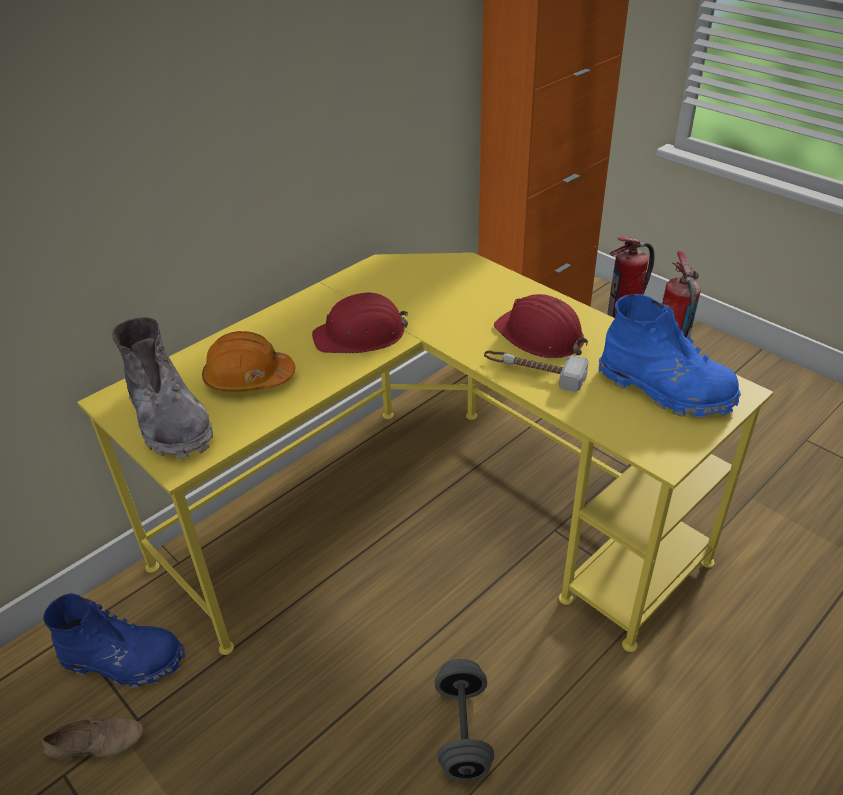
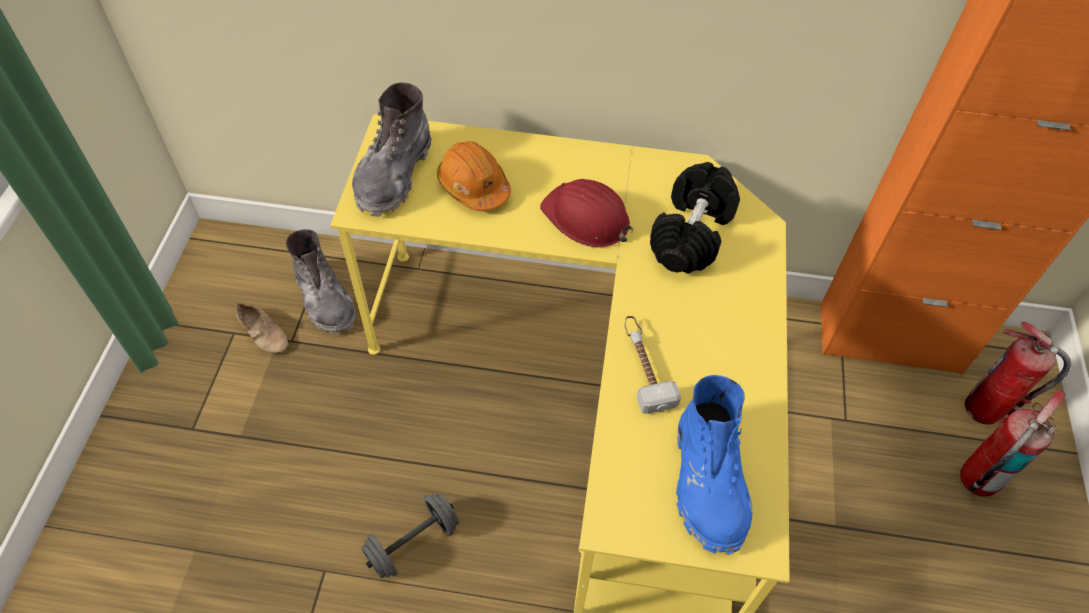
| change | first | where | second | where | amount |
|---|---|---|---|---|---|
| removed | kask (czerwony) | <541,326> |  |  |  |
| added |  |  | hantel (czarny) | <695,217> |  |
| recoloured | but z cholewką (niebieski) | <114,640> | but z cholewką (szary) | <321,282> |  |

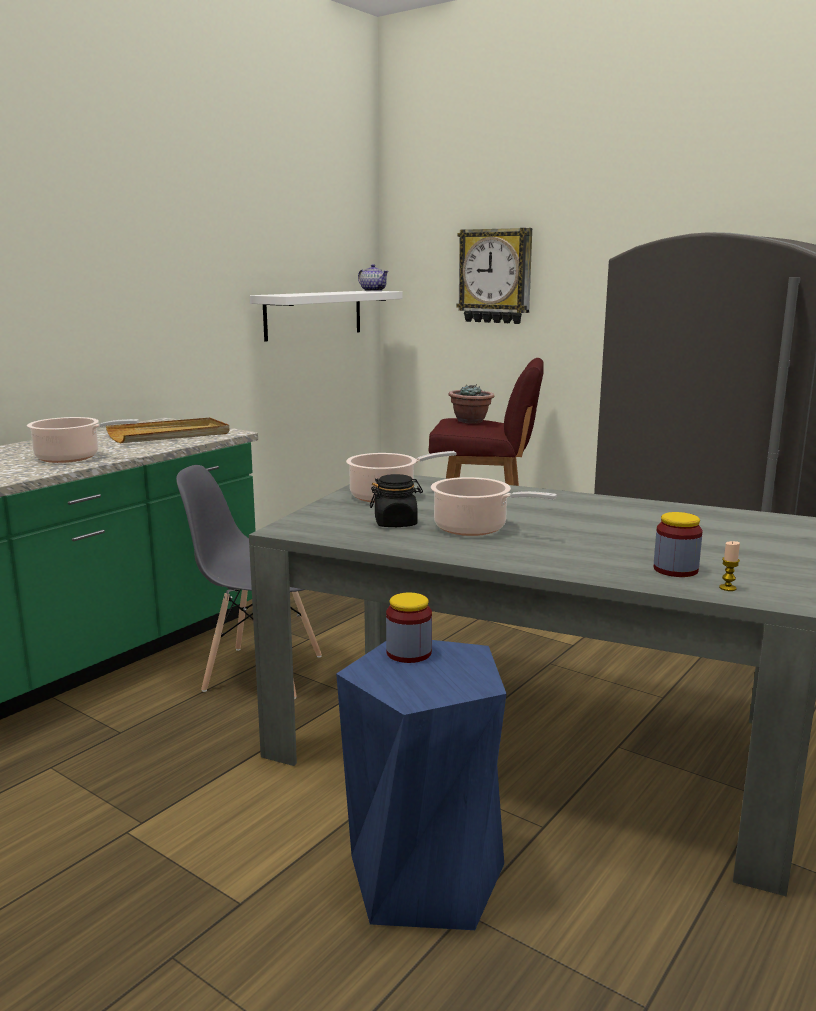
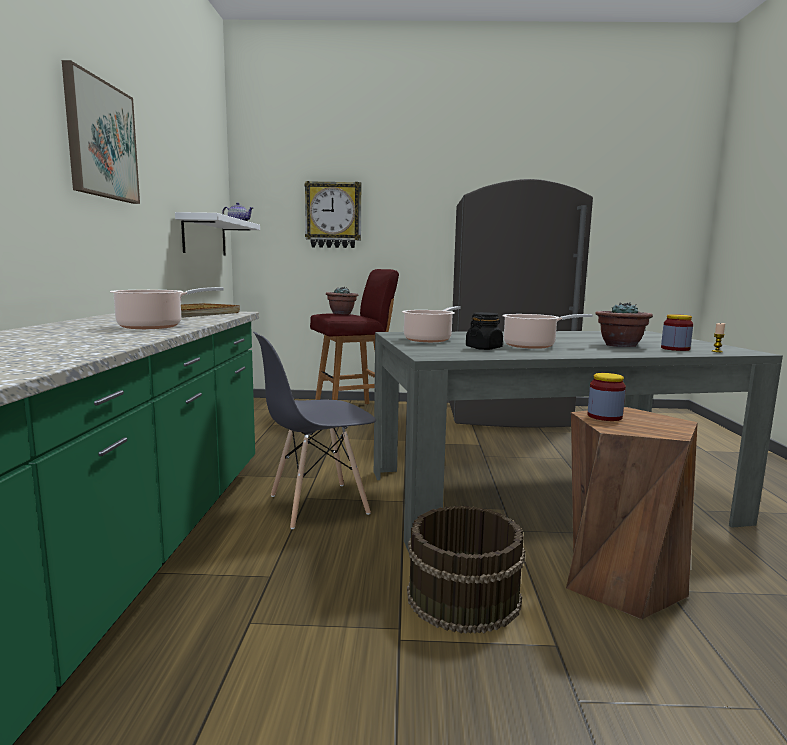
| change | first | where | second | where | amount |
|---|---|---|---|---|---|
| added |  |  | obraz | <101,132> |  |
| added |  |  | wiadro (brązowy) | <466,570> |  |
| added |  |  | roślina doniczkowa | <624,324> |  |
| recoloured | stołek (niebieski) | <421,785> | stołek (brązowy) | <632,513> |  |

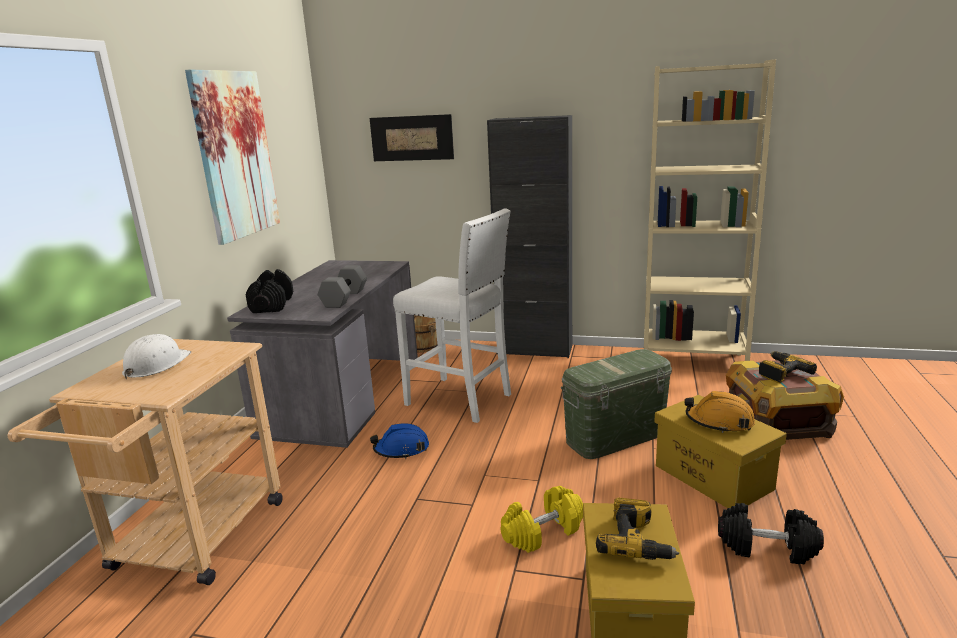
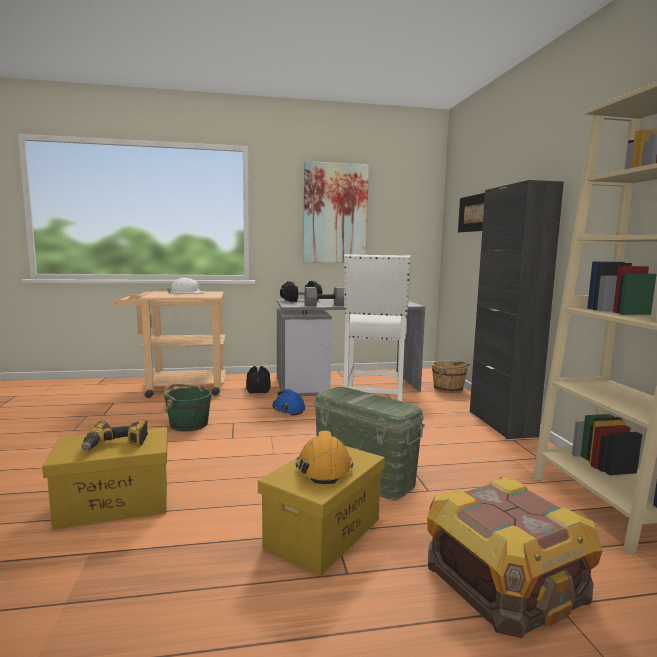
| change | first | where | second | where | amount |
|---|---|---|---|---|---|
| removed | hantel (żółty) | <541,519> |  |  |  |
| removed | wiertarka | <788,367> |  |  |  |
| added |  |  | wiadro (zielony) | <187,407> |  |
| moved | hantel (czarny) | <771,533> |  | <258,379> |  |

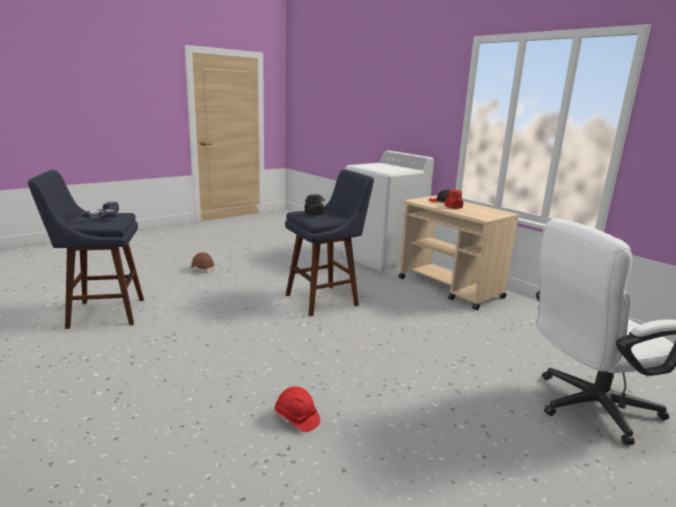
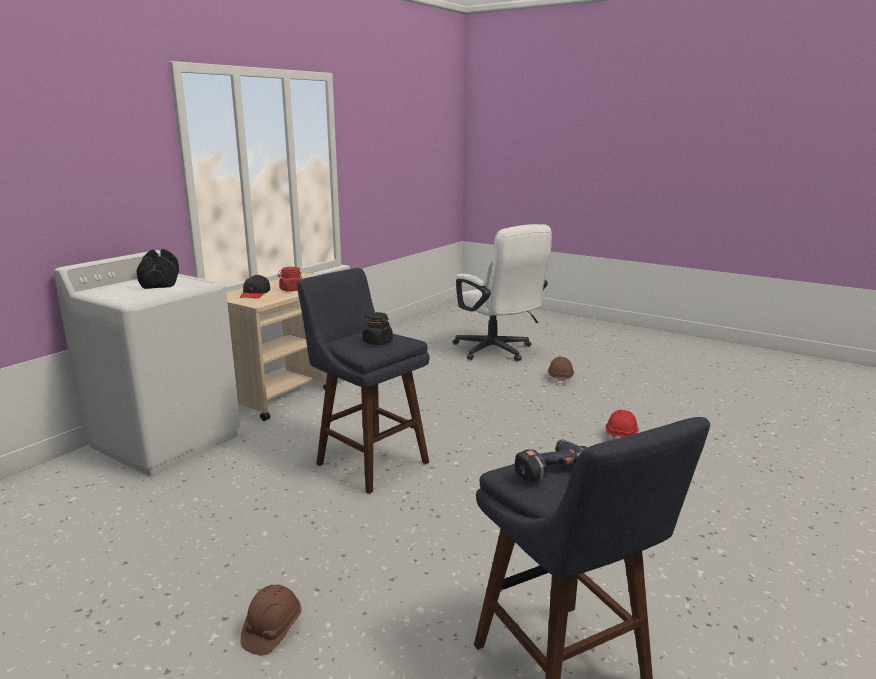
| change | first | where | second | where | amount |
|---|---|---|---|---|---|
| added |  |  | hantel (czarny) | <158,269> |  |
| added |  |  | kask (brązowy) | <561,371> |  |

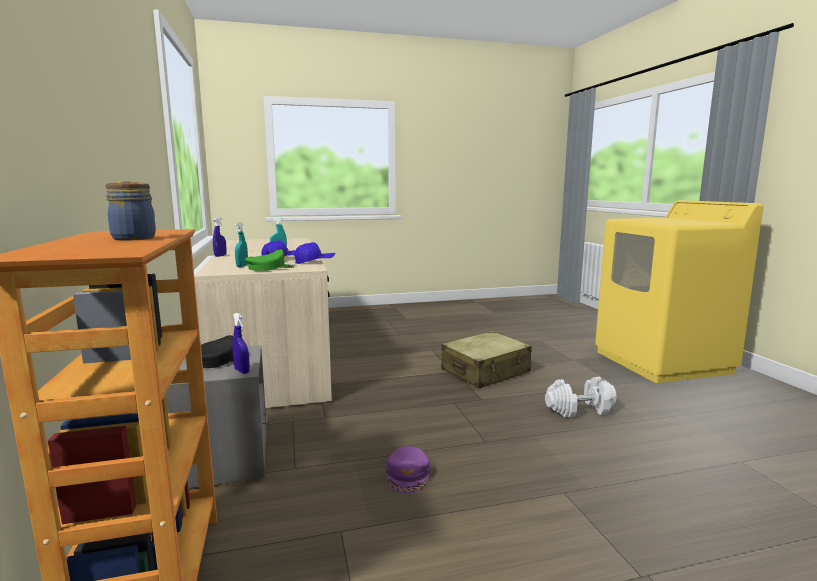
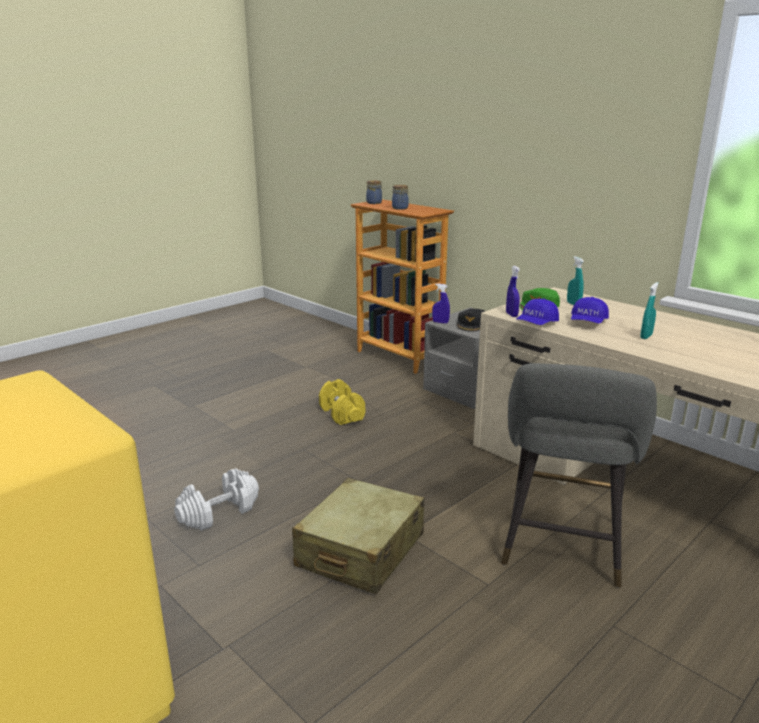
| change | first | where | second | where | amount |
|---|---|---|---|---|---|
| added |  |  | słoik | <374,192> |  |
| added |  |  | stołek (szary) | <579,475> |  |
| moved | spryskiwacz (niebieski) | <220,237> |  | <513,291> |  |
| replaced | czapka z daszkiem (fioletowy) | <408,470> | hantel (żółty) | <342,402> |  |

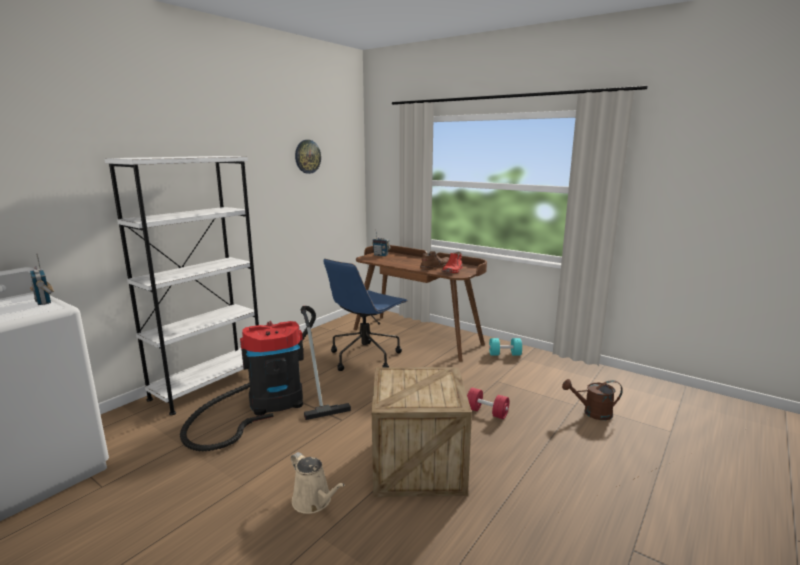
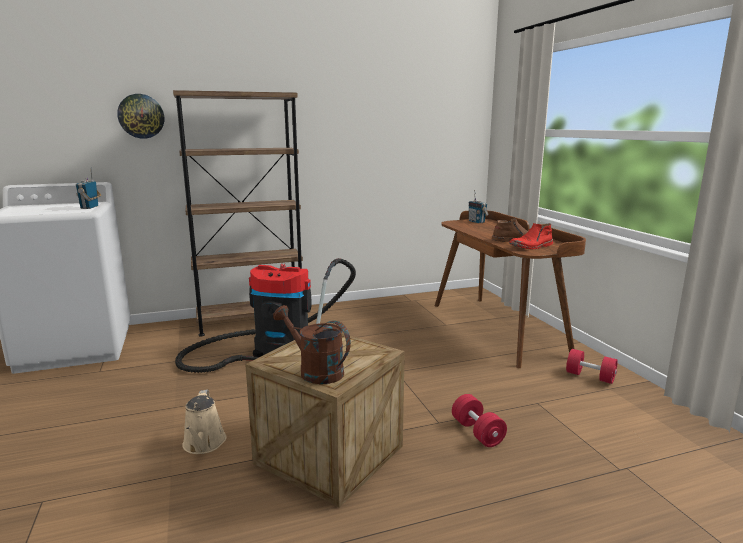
| change | first | where | second | where | amount |
|---|---|---|---|---|---|
| removed | krzesło biurowe (niebieski) | <365,314> |  |  |  |
| moved | zegar ścienny | <308,157> |  | <140,116> |  |
| moved | konewka (brązowy) | <592,399> |  | <312,344> |  |
| recoloured | regał (biały) | <181,285> | regał (brązowy) | <238,213> |  |
| recoloured | hantel (turkusowy) | <505,347> | hantel (czerwony) | <592,366> |  |

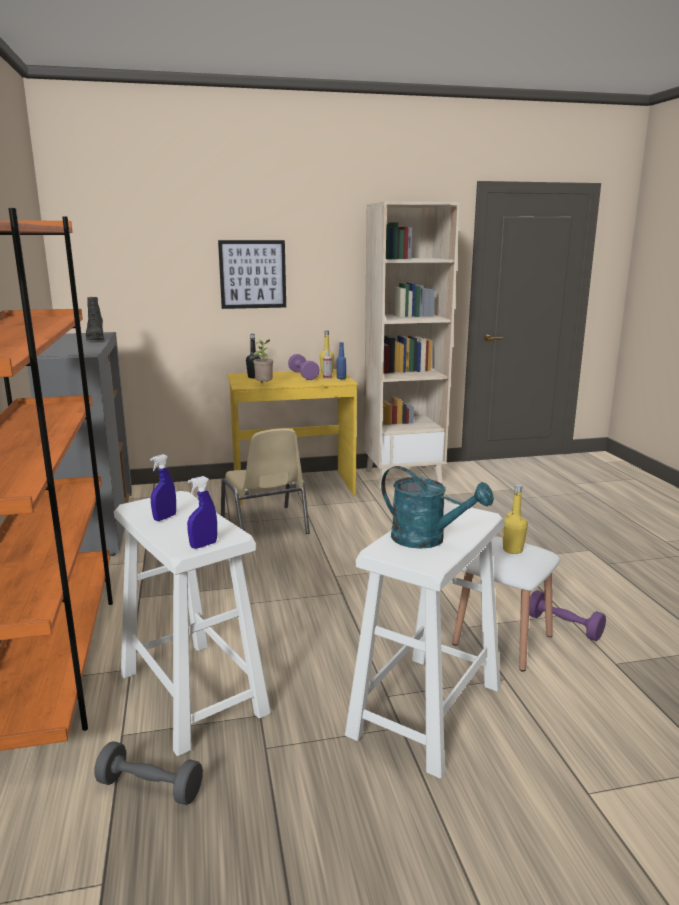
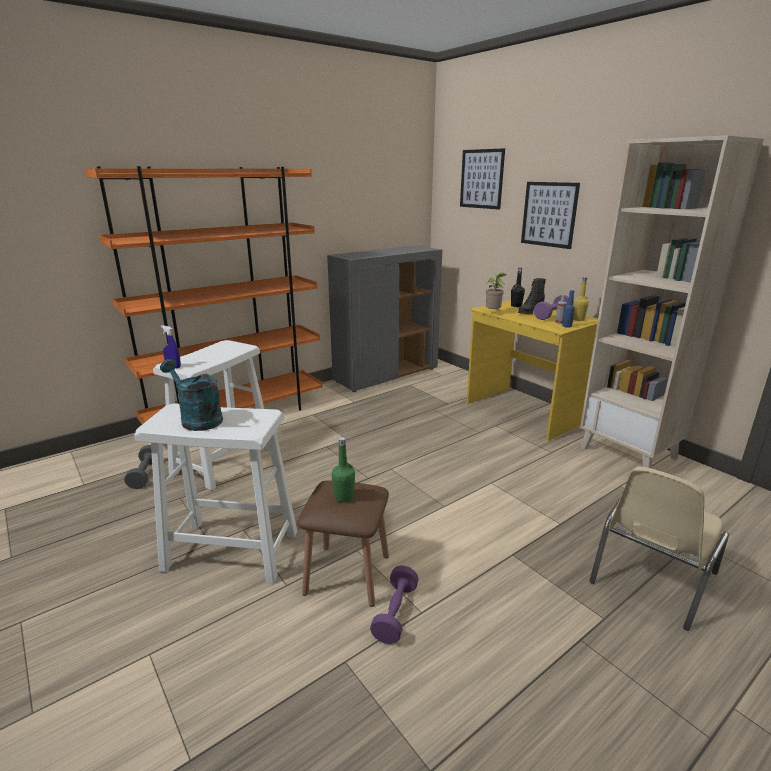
| change | first | where | second | where | amount |
|---|---|---|---|---|---|
| removed | spryskiwacz (niebieski) | <163,487> |  |  |  |
| added |  |  | obraz | <482,179> |  |
| moved | but z cholewką (czarny) | <95,318> |  | <532,296> |  |
| moved | krzesło (beżowy) | <265,481> |  | <659,549> |  |
| recoloured | stołek (biały) | <506,604> | stołek (brązowy) | <343,543> |  |
| recoloured | butelka (żółty) | <515,519> | butelka (zielony) | <343,470> |  |
| turned | konewka (turkusowy) | <437,507> |  | <191,395> | 120 degrees clockwise |

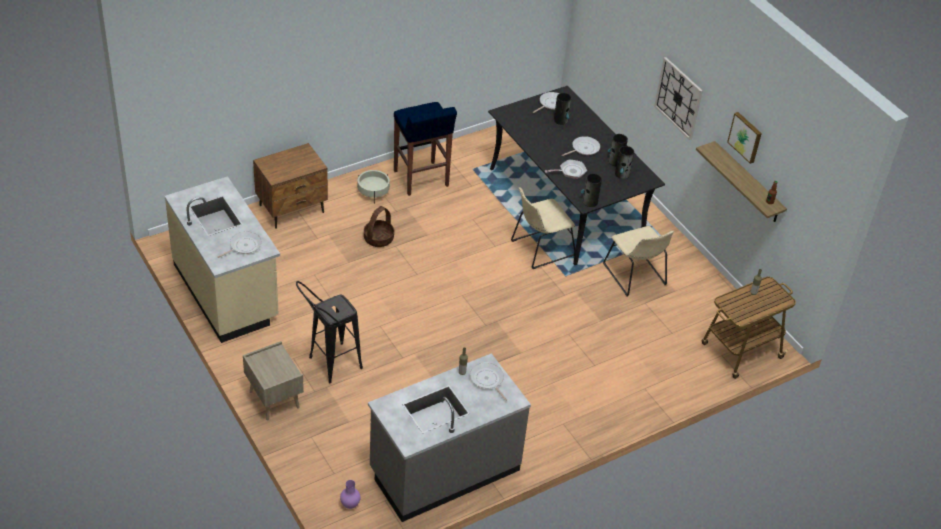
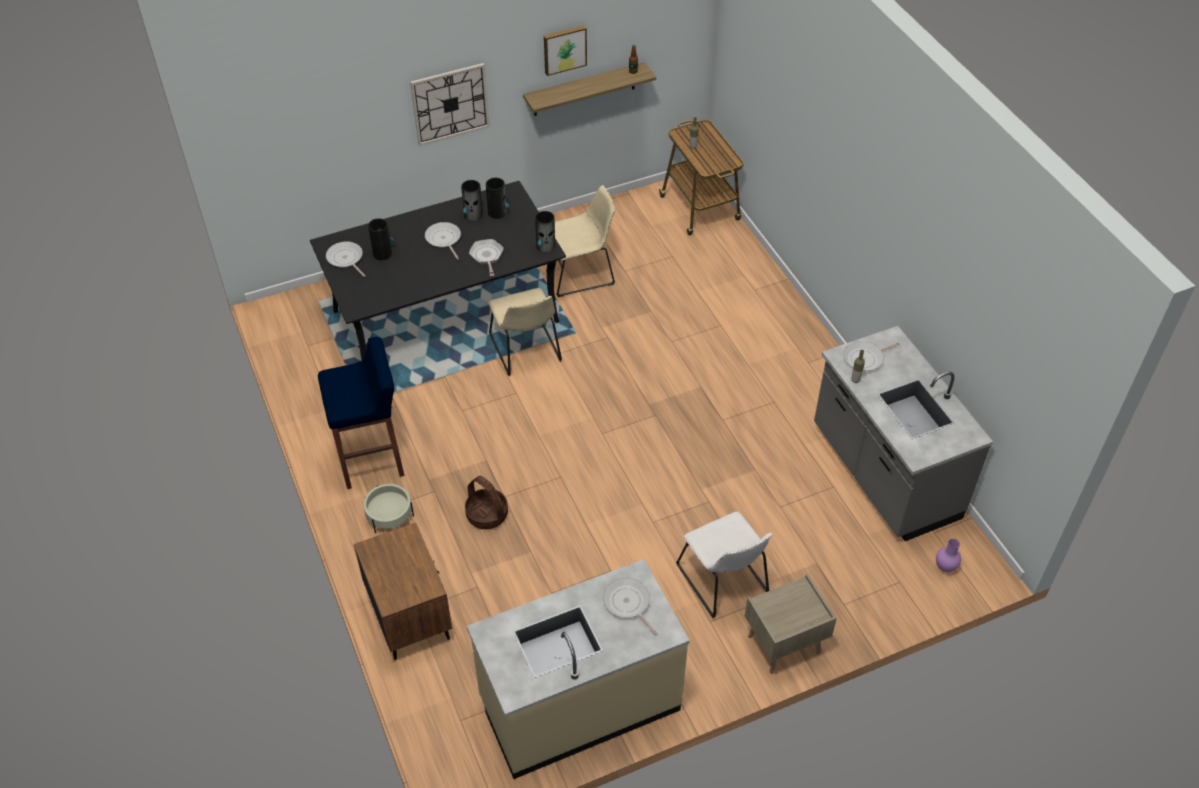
| change | first | where | second | where | amount |
|---|---|---|---|---|---|
| replaced | stołek (czarny) | <329,332> | krzesło (biały) | <724,565> |  |

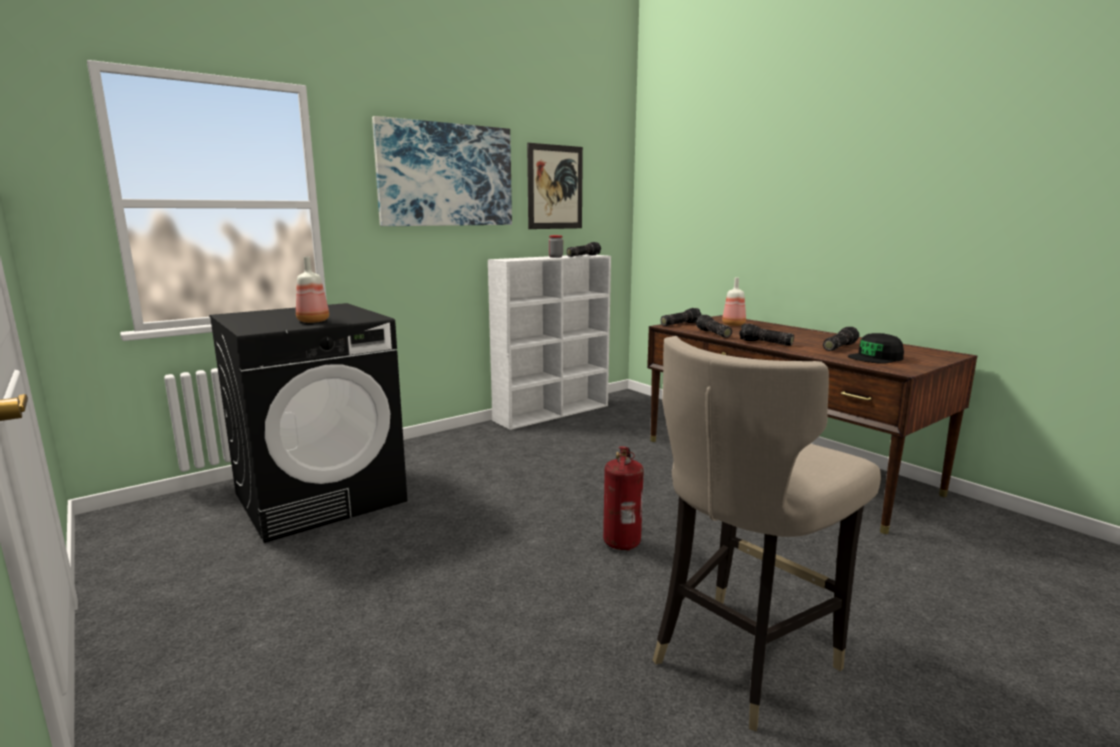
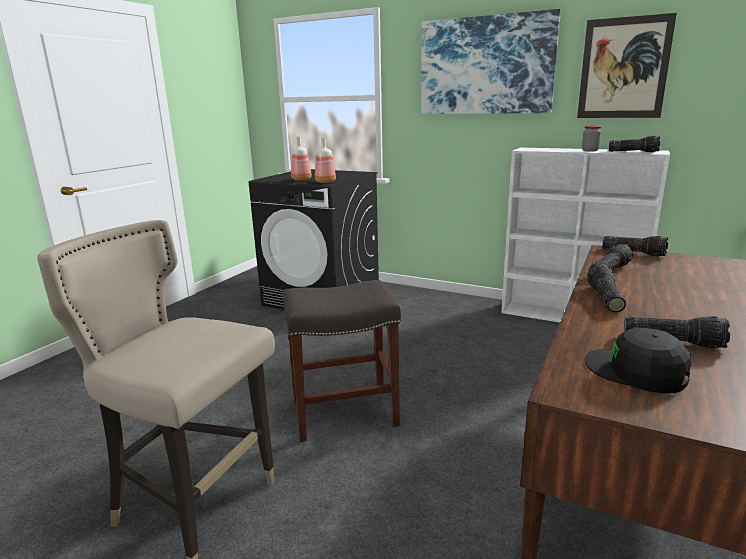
| change | first | where | second | where | amount |
|---|---|---|---|---|---|
| moved | butelka | <734,301> |  | <325,160> |  |
| replaced | gaśnica | <623,498> | stołek (szary) | <342,361> |  |

